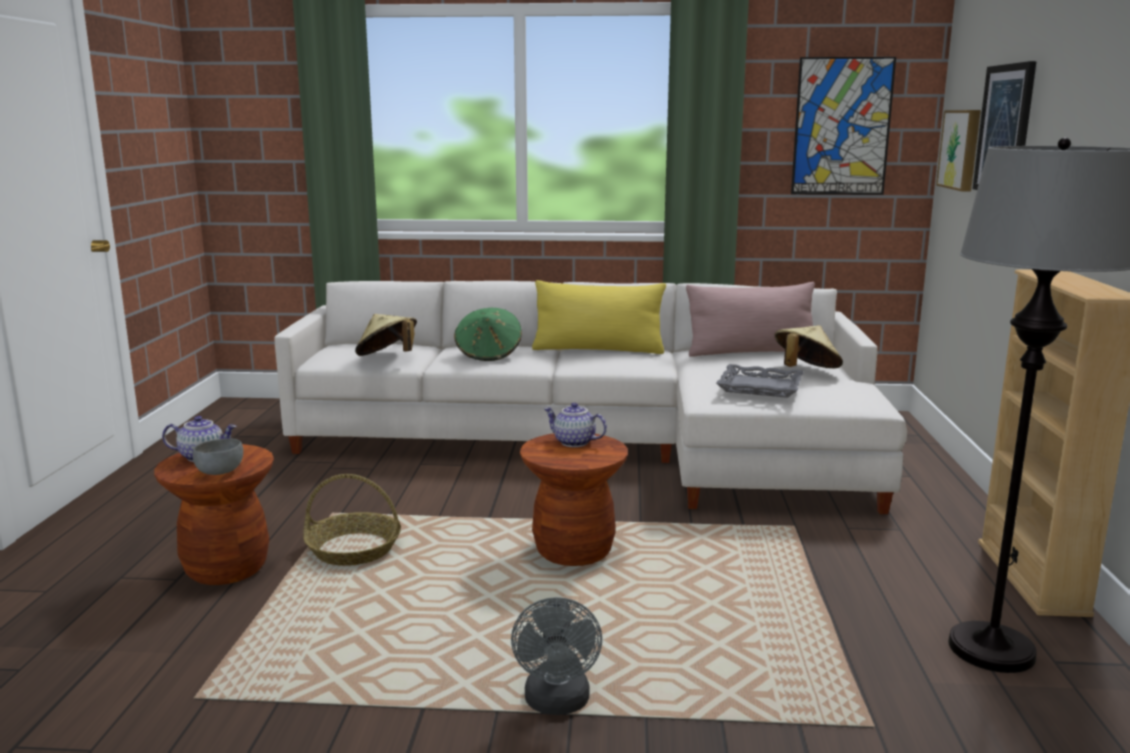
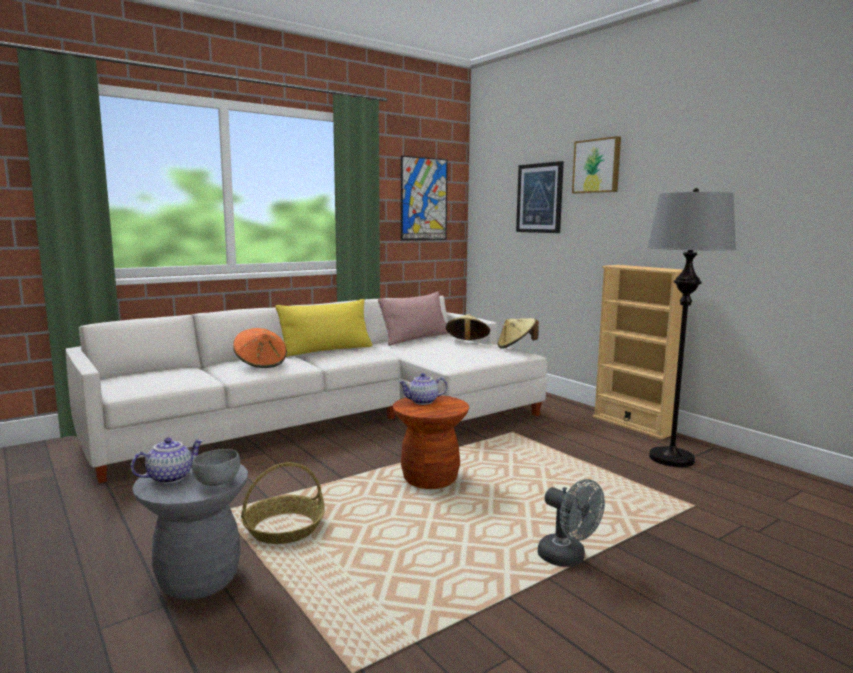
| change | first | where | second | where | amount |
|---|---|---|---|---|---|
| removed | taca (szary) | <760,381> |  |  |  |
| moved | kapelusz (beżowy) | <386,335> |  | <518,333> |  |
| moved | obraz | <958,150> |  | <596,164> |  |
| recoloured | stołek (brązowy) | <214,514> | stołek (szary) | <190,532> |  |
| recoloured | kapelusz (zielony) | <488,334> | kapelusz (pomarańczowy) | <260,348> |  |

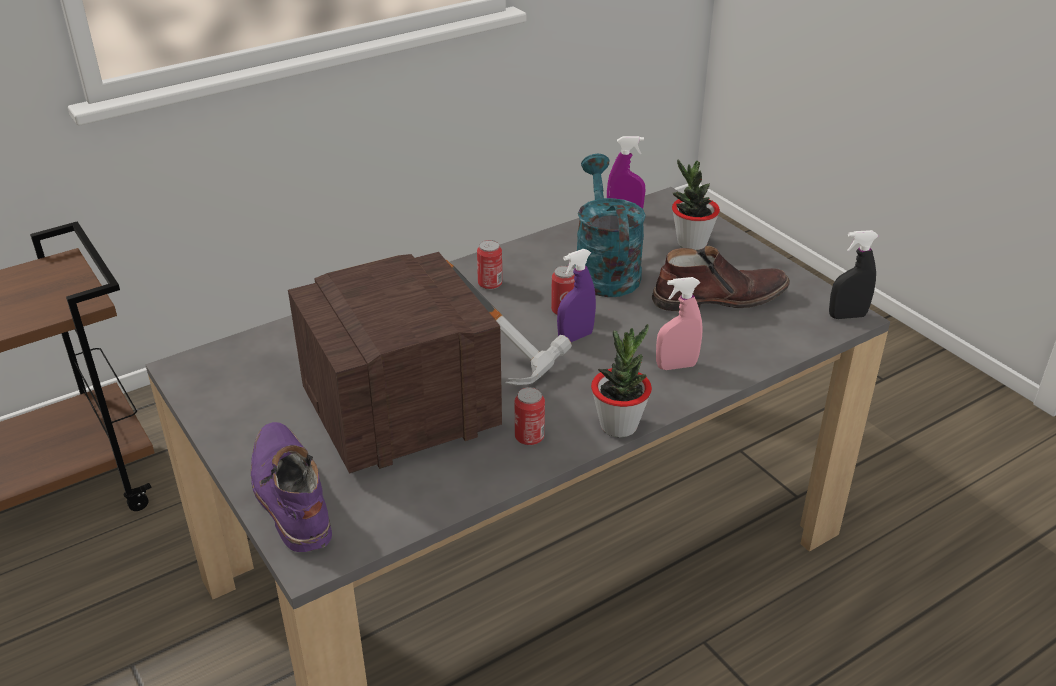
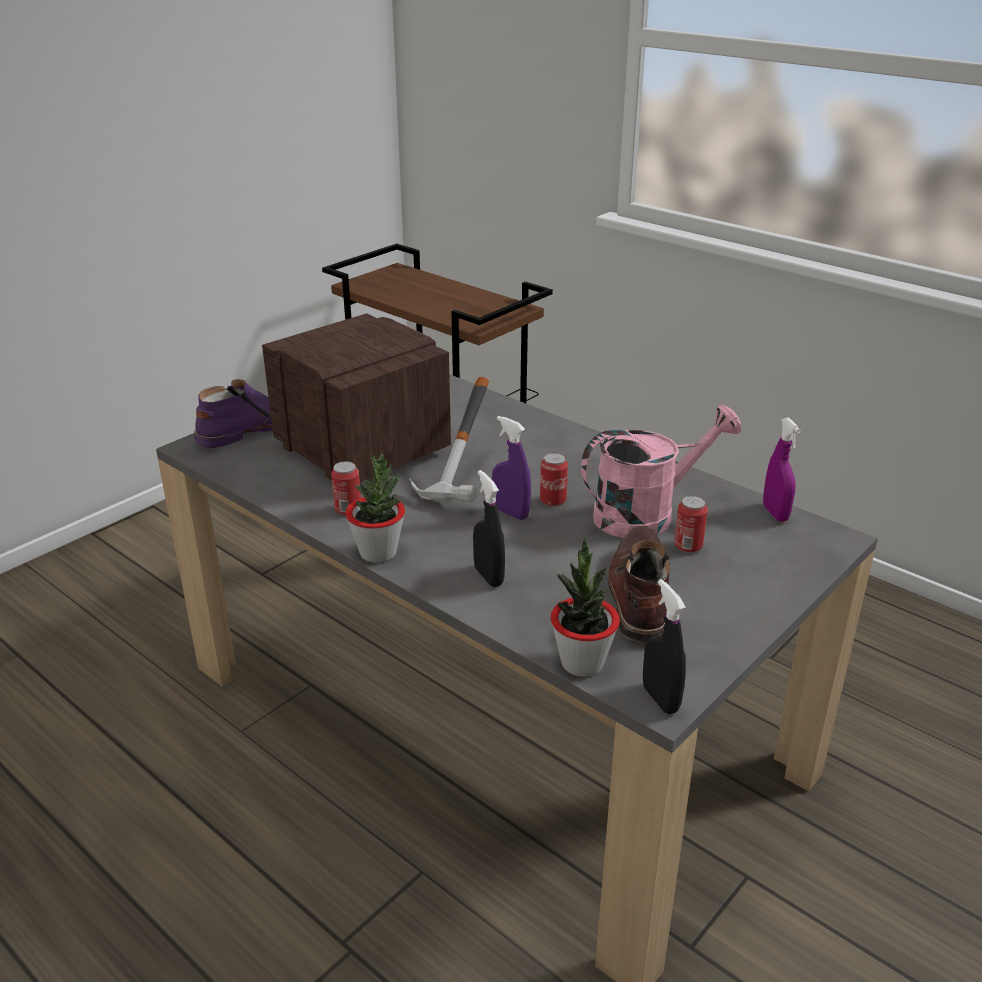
| change | first | where | second | where | amount |
|---|---|---|---|---|---|
| moved | puszka | <489,265> |  | <691,524> |  |
| moved | roślina doniczkowa | <696,204> |  | <585,607> |  |
| recoloured | konewka (turkusowy) | <610,225> | konewka (różowy) | <661,471> |  |
| recoloured | spryskiwacz (różowy) | <679,323> | spryskiwacz (czarny) | <489,528> |  |
| turned | but z cholewką (brązowy) | <721,278> |  | <639,584> | 150 degrees counterclockwise |

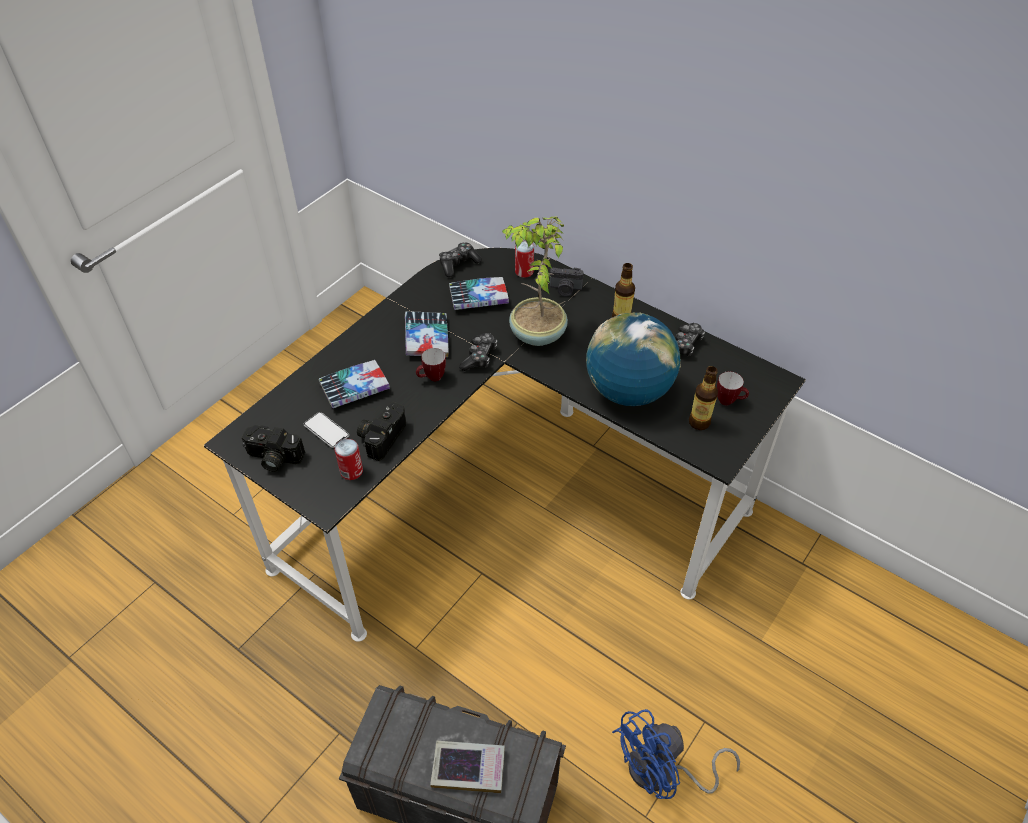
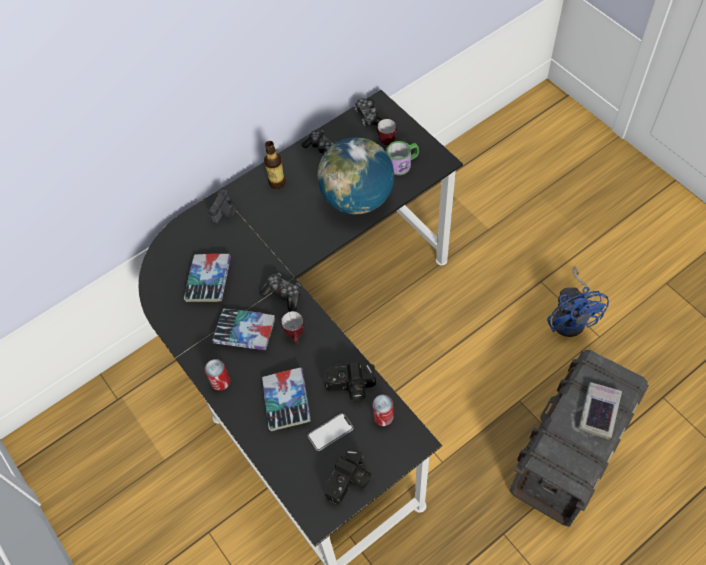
| change | first | where | second | where | amount |
|---|---|---|---|---|---|
| removed | roślina doniczkowa | <535,281> |  |  |  |
| moved | pad do gier | <460,260> |  | <368,112> |  |
| moved | puszka | <524,259> |  | <217,375> |  |
| replaced | butelka | <703,398> | kubek | <402,158> |  |
| turned | aparat fotograficzny | <381,431> |  | <350,381> | 45 degrees counterclockwise |

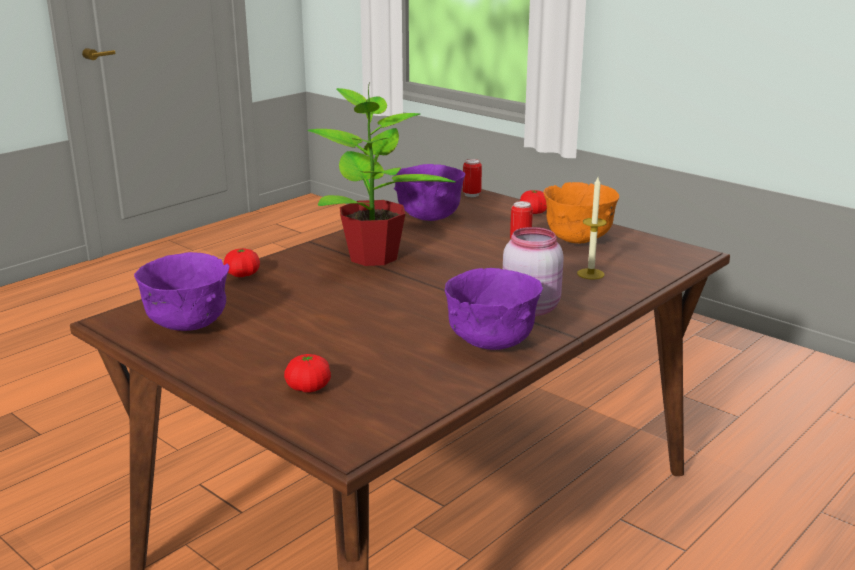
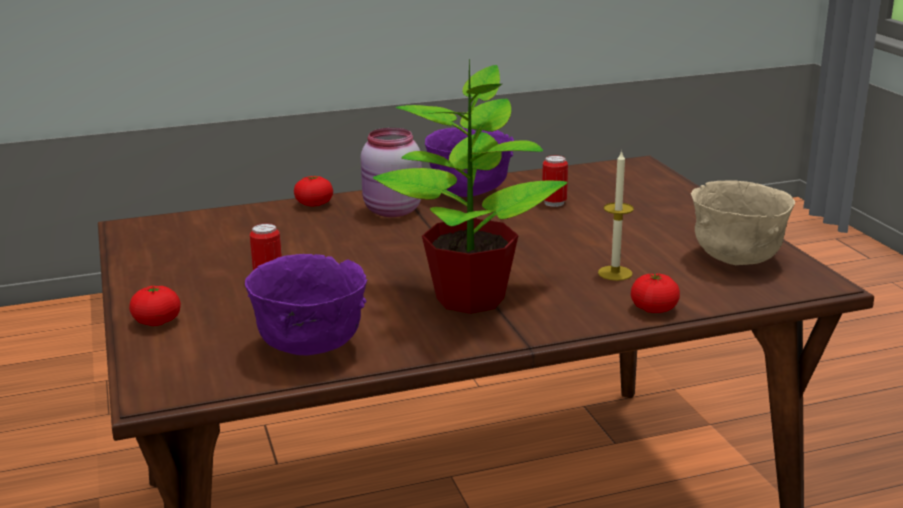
| change | first | where | second | where | amount |
|---|---|---|---|---|---|
| removed | miska (pomarańczowy) | <581,212> |  |  |  |
| moved | pomidor | <307,373> |  | <313,191> |  |
| moved | puszka | <472,178> |  | <555,181> |  |
| moved | świeca | <592,228> |  | <616,215> |  |
| recoloured | miska (fioletowy) | <182,291> | miska (beżowy) | <743,222> |  |

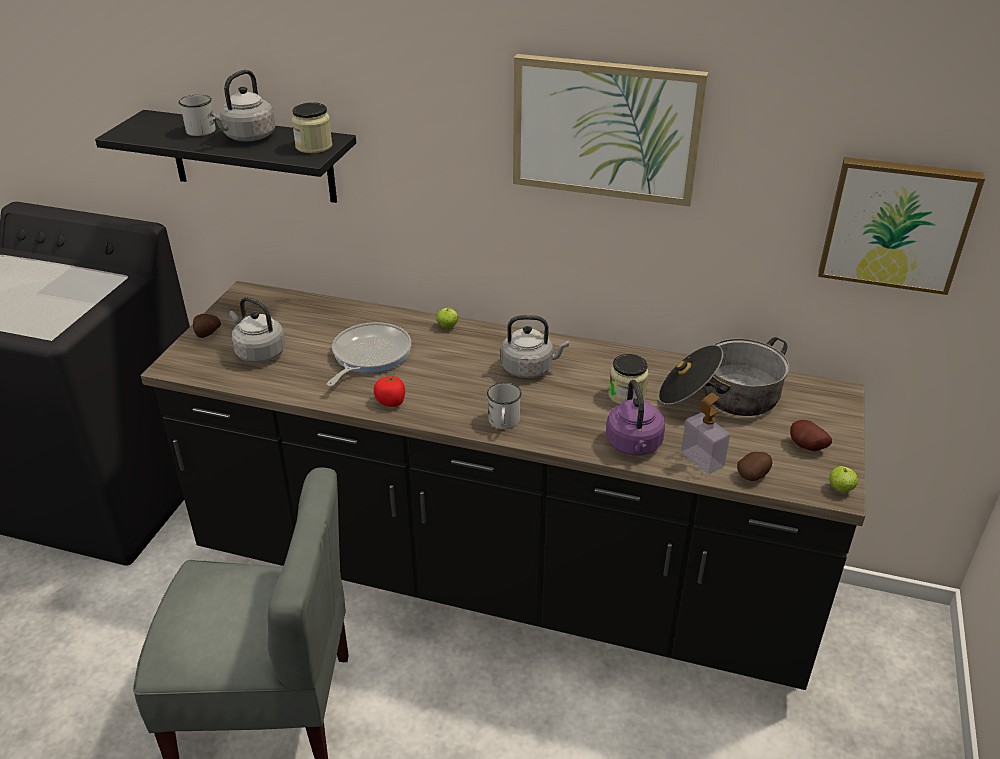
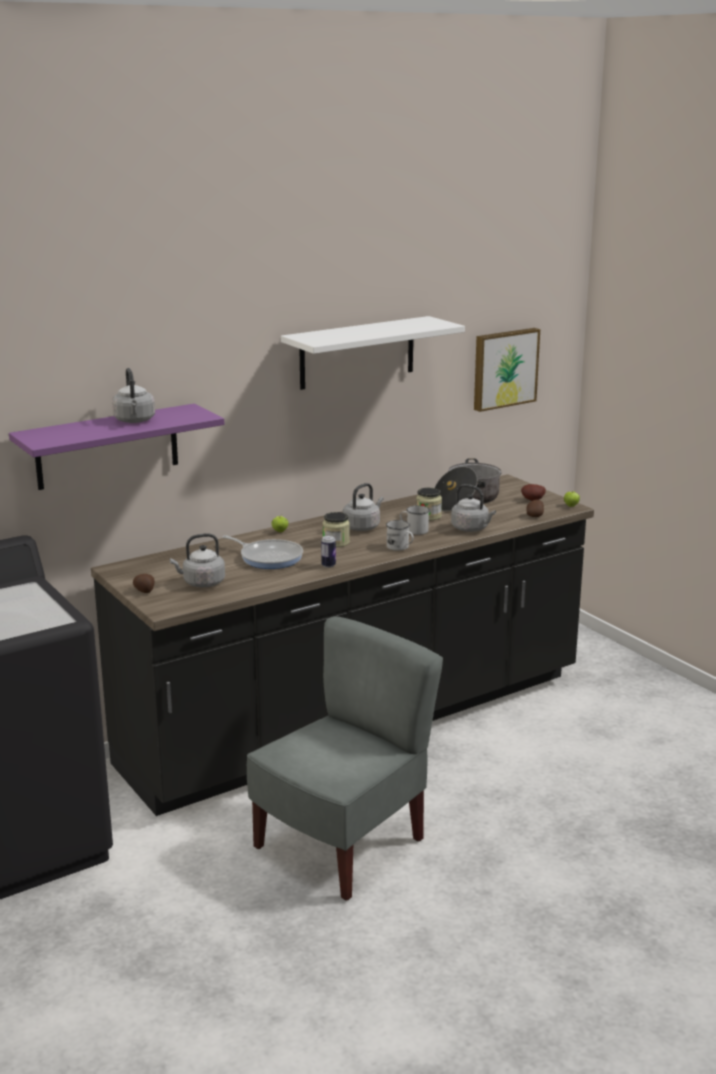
| change | first | where | second | where | amount |
|---|---|---|---|---|---|
| removed | dozownik mydła | <705,433> |  |  |  |
| moved | kubek (biały) | <197,115> |  | <415,520> |  |
| moved | słoik | <312,127> |  | <336,529> |  |
| replaced | pomidor | <389,391> | puszka | <328,551> |  |
| replaced | obraz | <610,130> | półka (biały) | <373,353> |  |
| recoloured | półka (czarny) | <225,156> | półka (fioletowy) | <116,447> |  |
| recoloured | czajnik (fioletowy) | <635,418> | czajnik (szary) | <473,508> |  |
| turned | patelnia | <369,354> |  | <262,552> | 150 degrees clockwise |

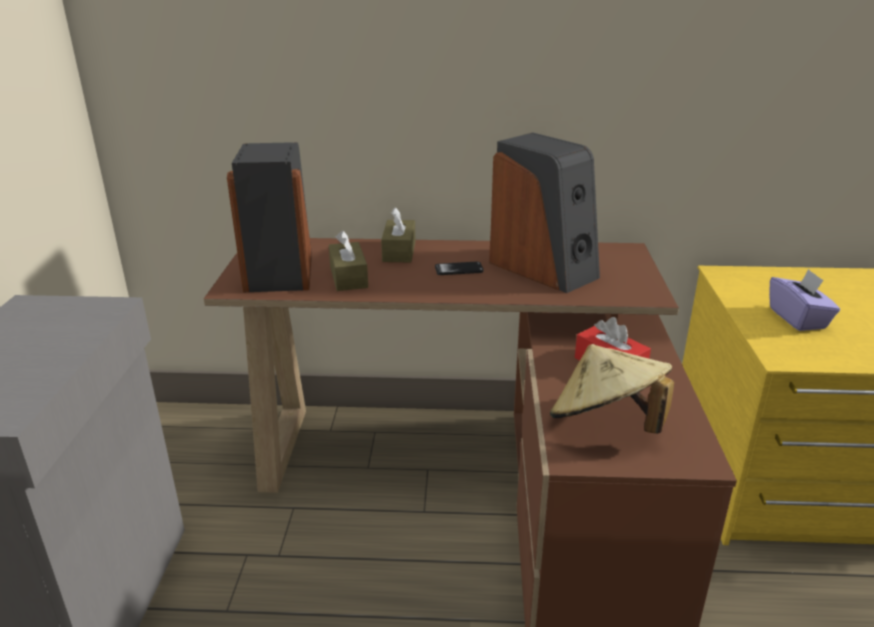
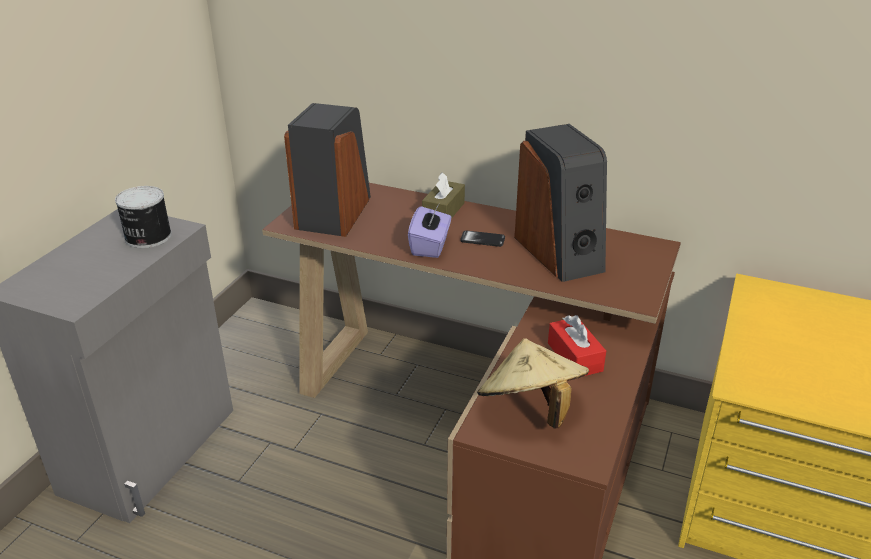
| change | first | where | second | where | amount |
|---|---|---|---|---|---|
| removed | pudełko chusteczek (brązowy) | <348,260> |  |  |  |
| added |  |  | puszka | <143,217> |  |
| moved | pudełko chusteczek (fioletowy) | <804,300> |  | <429,231> |  |

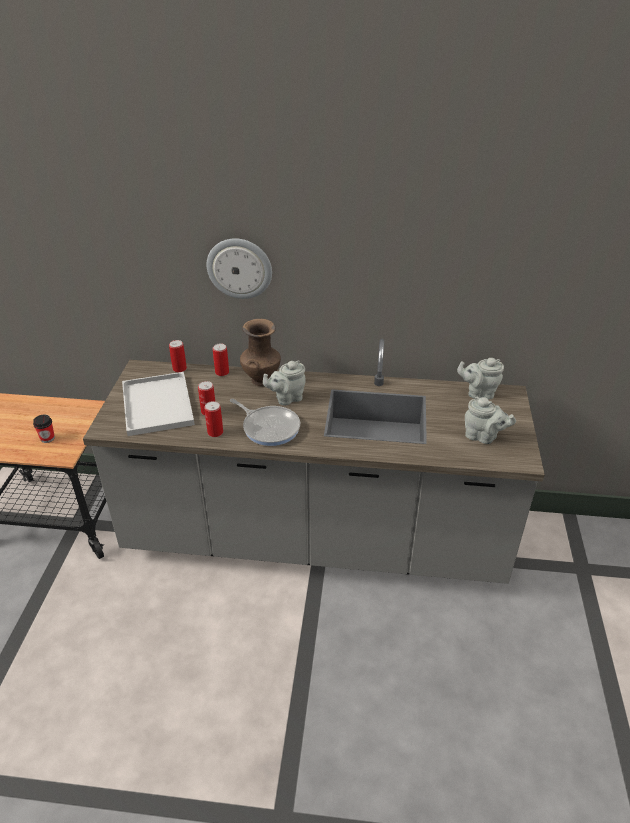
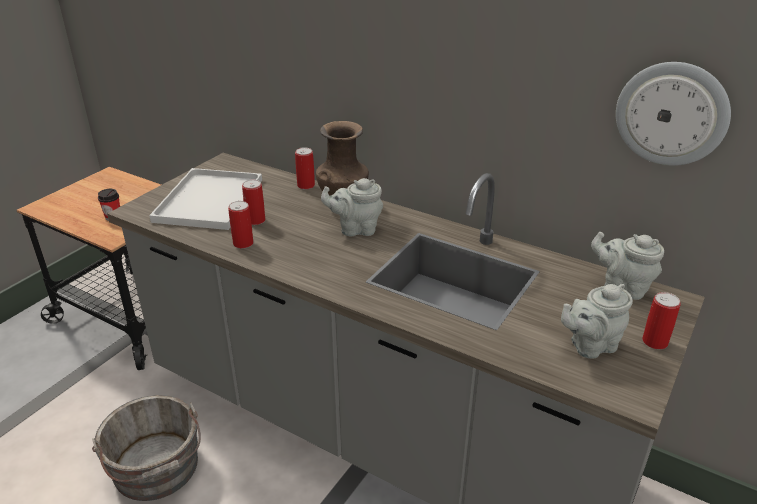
| change | first | where | second | where | amount |
|---|---|---|---|---|---|
| removed | patelnia | <265,422> |  |  |  |
| added |  |  | wiadro (szary) | <146,448> |  |
| moved | puszka | <178,356> |  | <661,320> |  |
| moved | zegar ścienny | <239,268> |  | <673,114> |  |
| turned | imbryk (szary) | <490,420> |  | <597,321> | 105 degrees clockwise |

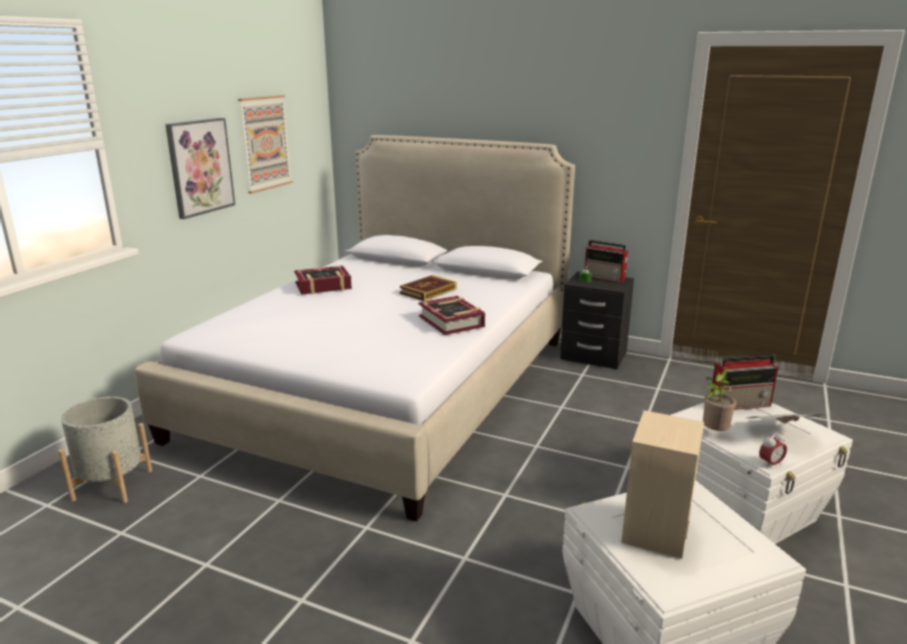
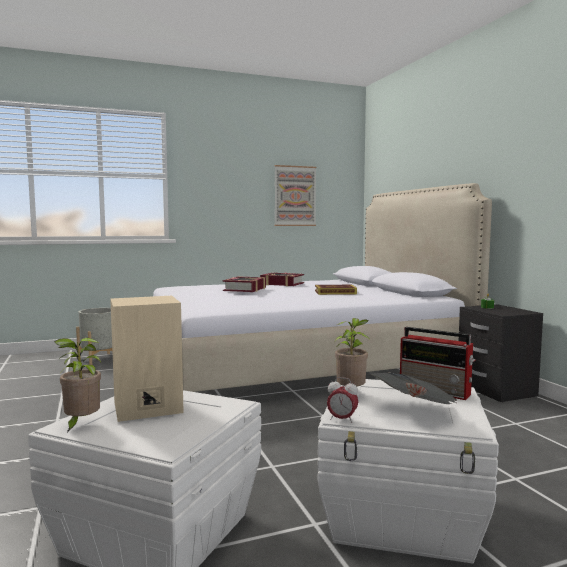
| change | first | where | second | where | amount |
|---|---|---|---|---|---|
| removed | obraz | <200,168> |  |  |  |
| removed | radio | <606,261> |  |  |  |
| added |  |  | roślina doniczkowa | <77,386> |  |
| moved | książka | <452,315> |  | <244,284> |  |

